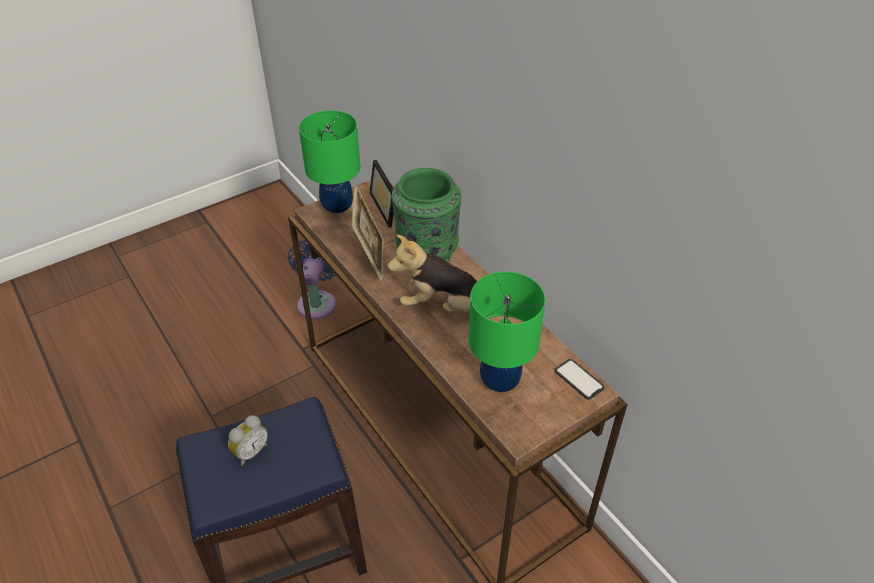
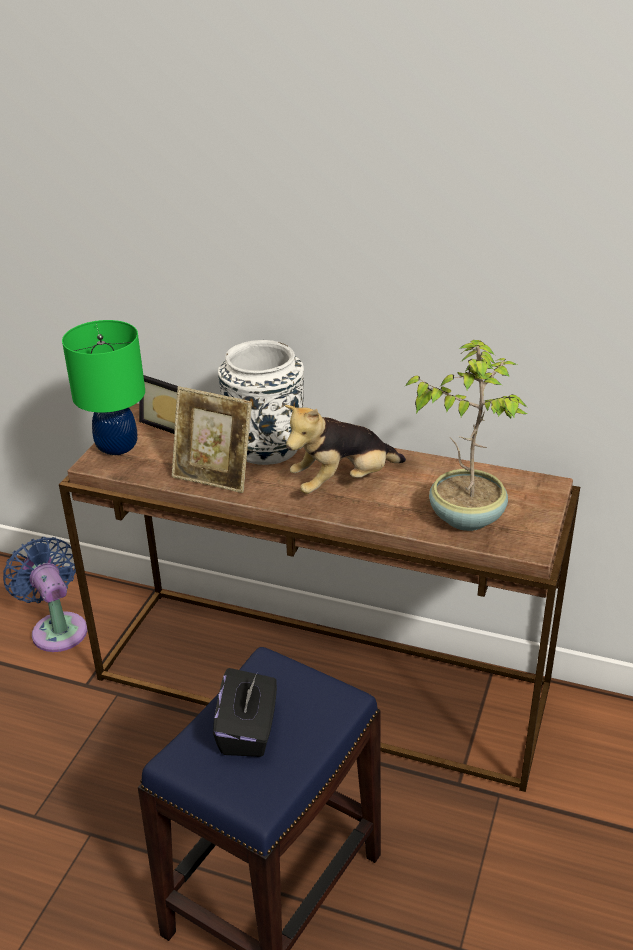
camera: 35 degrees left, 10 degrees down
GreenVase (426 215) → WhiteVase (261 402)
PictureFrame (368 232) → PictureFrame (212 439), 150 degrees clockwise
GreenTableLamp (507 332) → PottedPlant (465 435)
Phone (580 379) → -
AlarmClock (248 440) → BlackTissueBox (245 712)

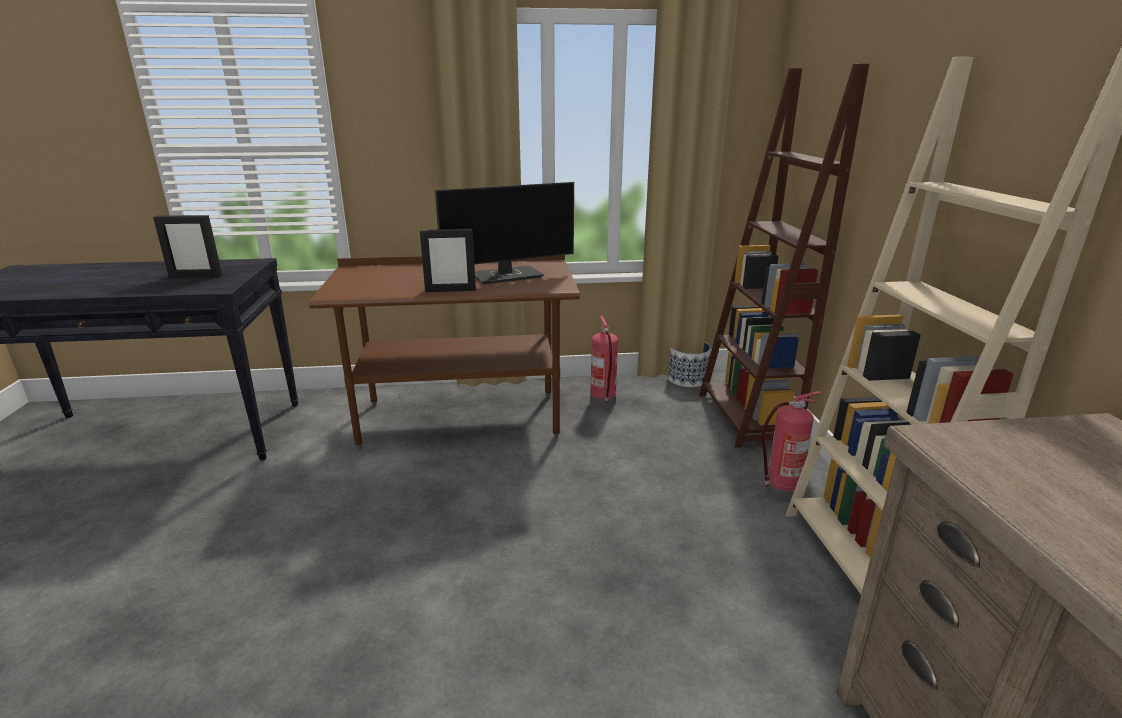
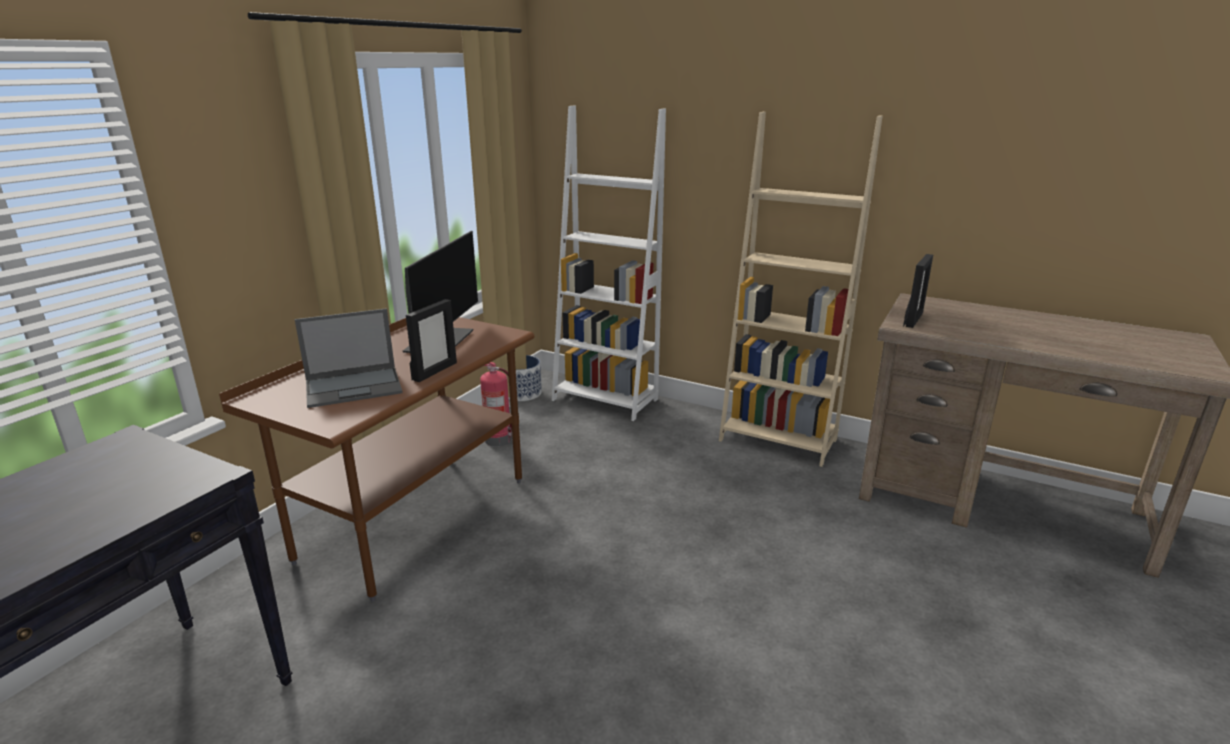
camera: 55 degrees left, 0 degrees up
BrownBookcase (784 256) → WhiteBookcase (609 263)
PictureFrame (187 246) → PictureFrame (918 291), move
FireExtinguisher (792 446) → -
- → Laptop (349 358)

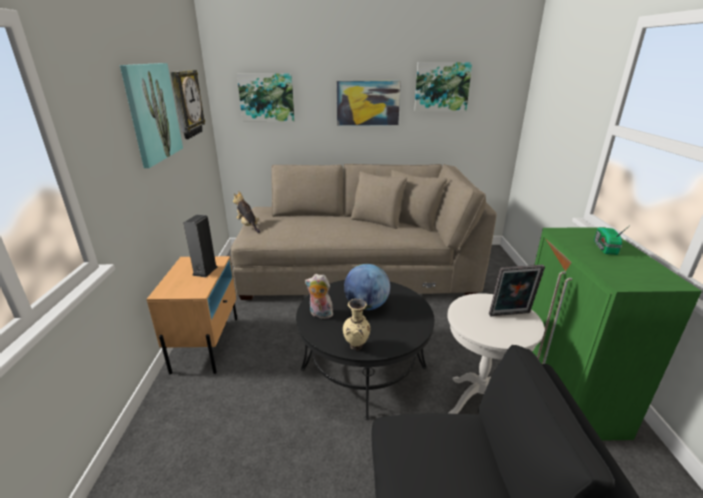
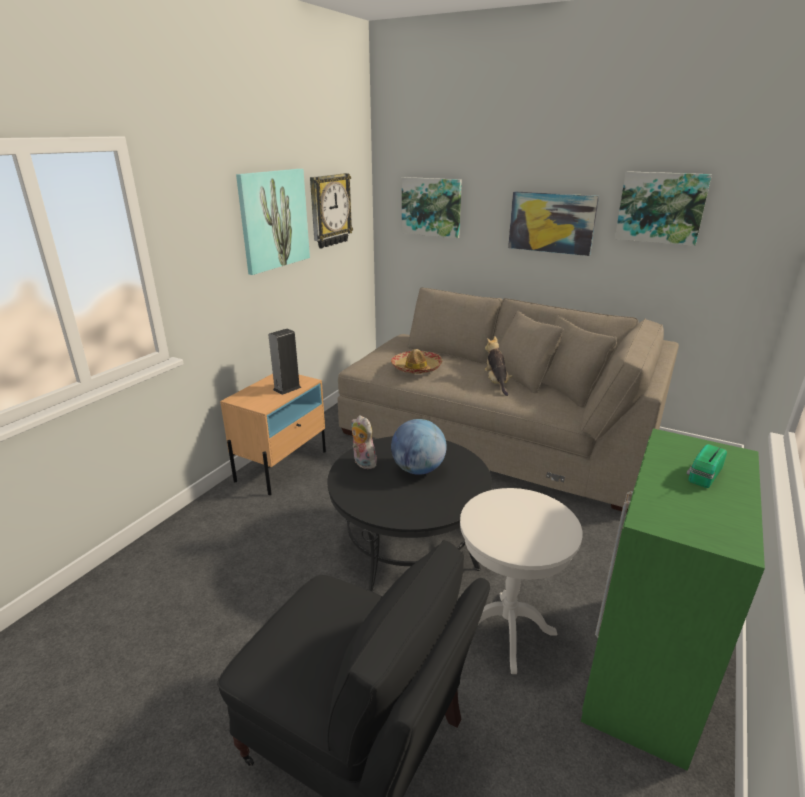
camera: 30 degrees right, 0 degrees up
PlushToy (246 212) → PlushToy (498 366), move
PictureFrame (517 290) → -
BeigeVase (356 324) → -
- → Hat (416 361)

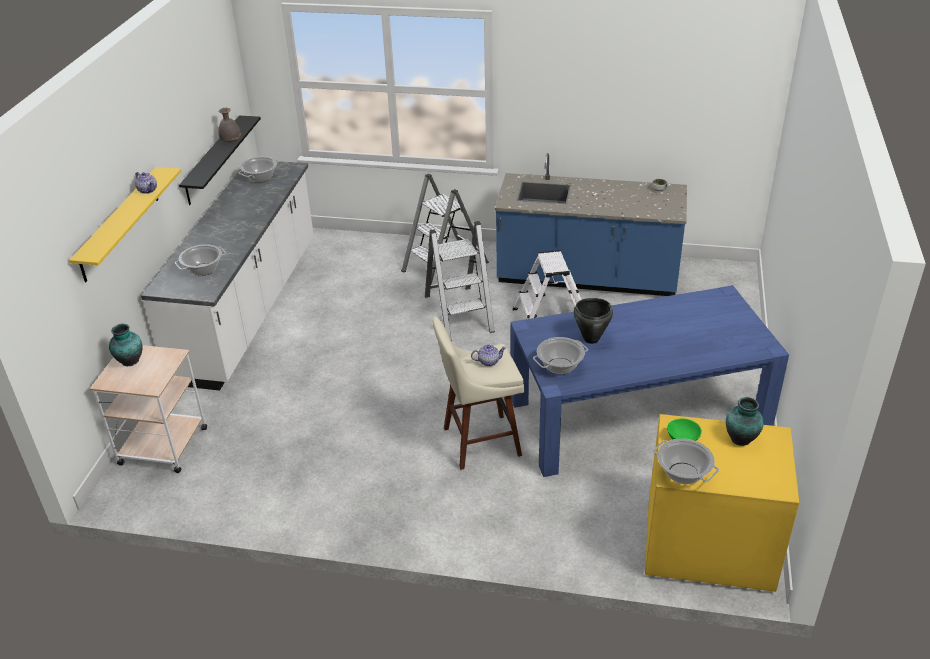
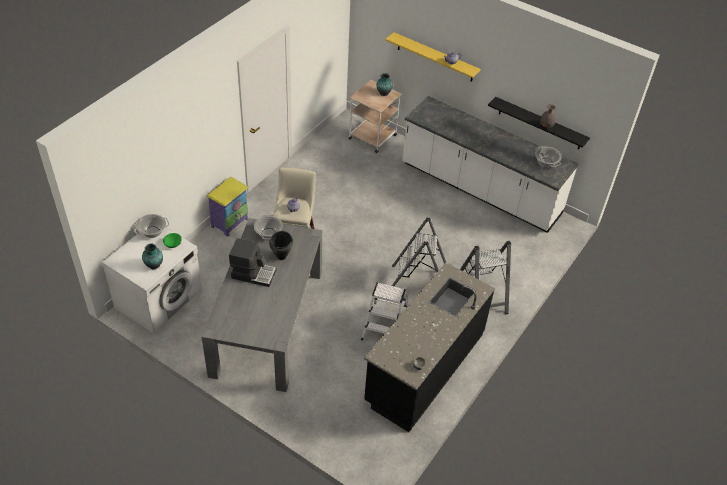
camera: 110 degrees right, 10 degrees up
BlueCounter (590 224) → BlackCounter (429 347)
CookingPot (200 260) → -
BlueDiningTable (649 381) → GreyDiningTable (262 305)
YellowWashingMachine (722 503) → WhiteWashingMachine (152 280)
- → Nightstand (228 206)
- → CoffeeMachine (252 262)

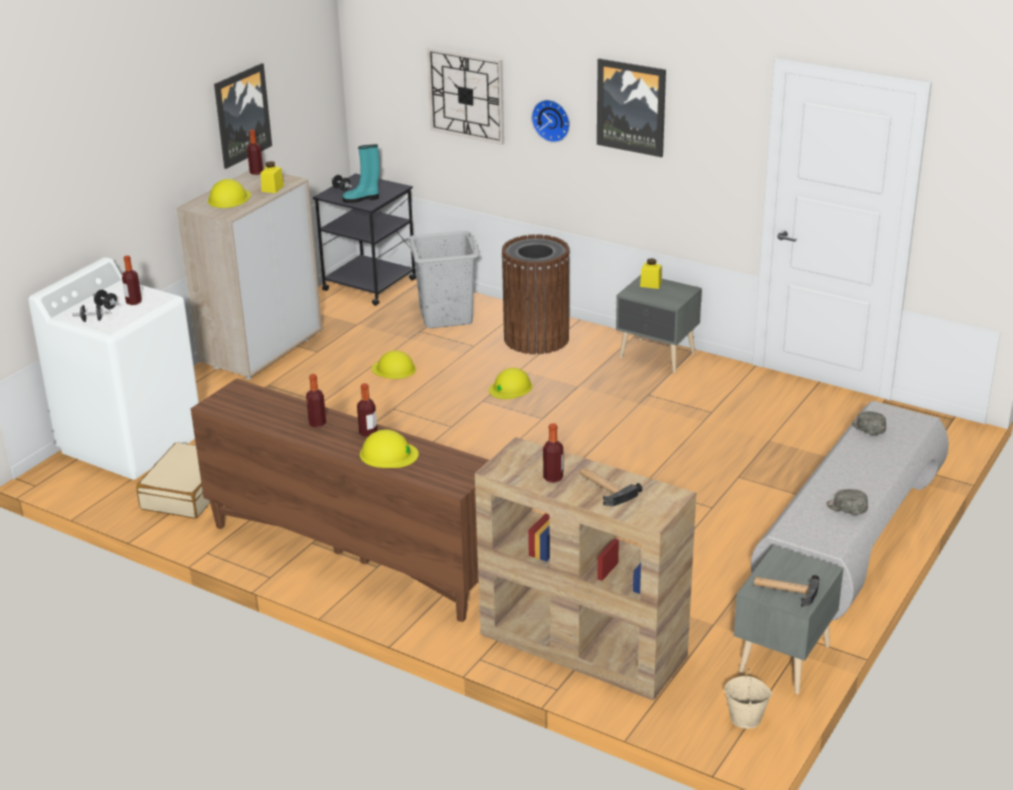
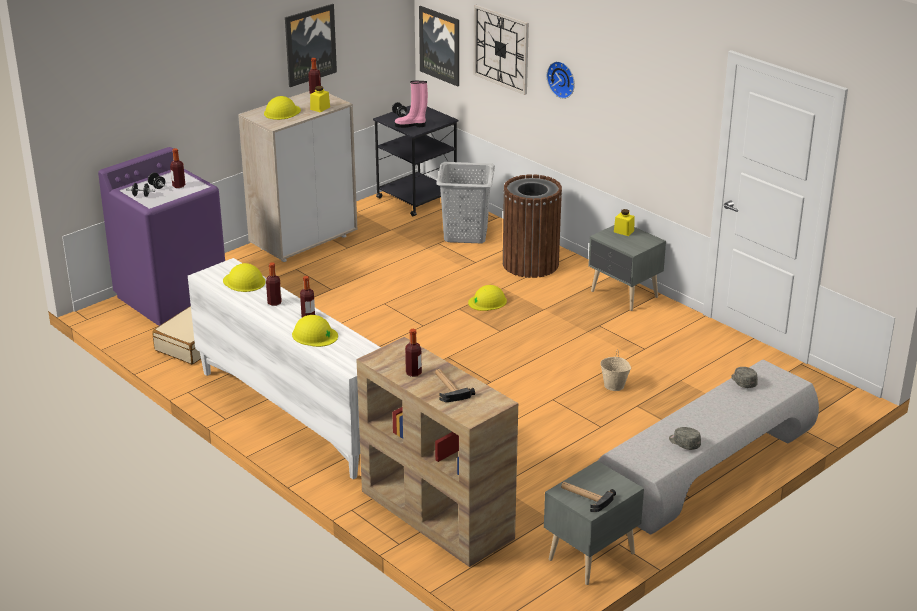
camera: 15 degrees right, 0 degrees up
Picture (631 107) → Picture (439 46), move
TurquoiseBoot (361 173) → PinkBoot (411 104)
WhiteWashingMachine (113 368) → PurpleWashingMachine (161 236)
YellowHardHat (394 364) → YellowHardHat (244 277), move
BrownDresser (340 500) → WhiteDresser (284 368)
BeigeBucket (748 699) → BeigeBucket (615 370), move

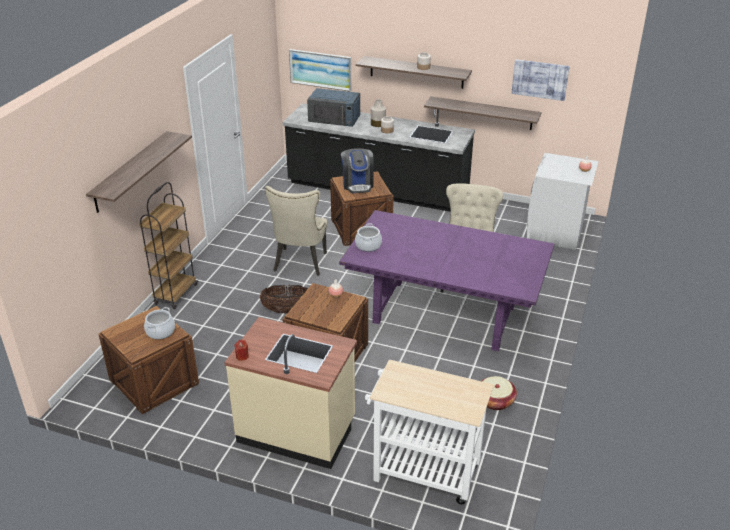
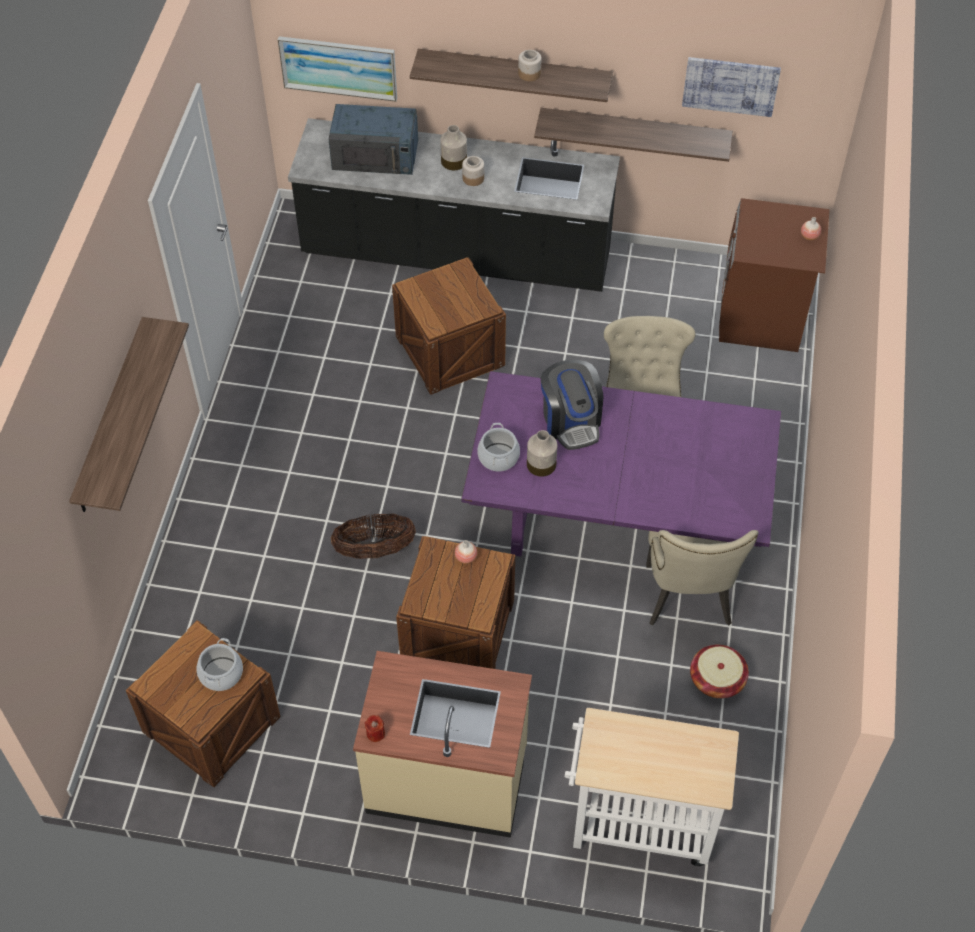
camera: 10 degrees left, 20 degrees up
CoffeeMachine (357 170) → CoffeeMachine (572 405), move
WhiteWashingMachine (563 201) → BrownWashingMachine (774 275)
BrownCart (168 245) → -
BeigeChair (296 231) → BeigeChair (702 577), move
- → BeigeVase (542 453)

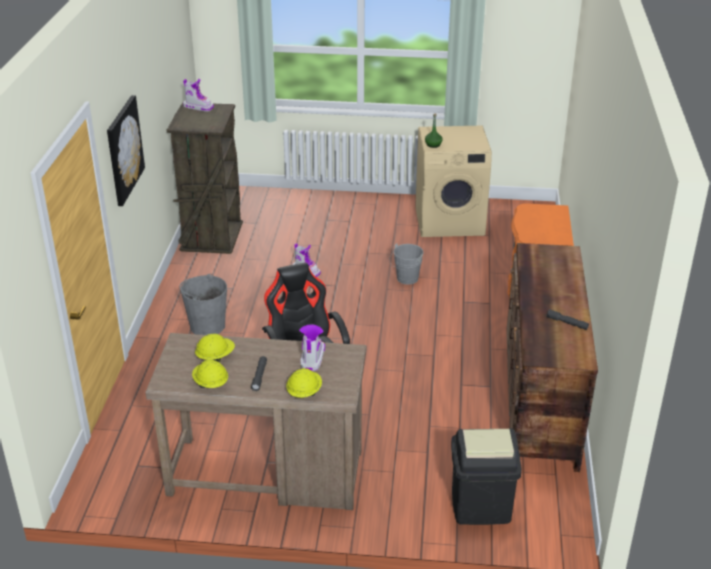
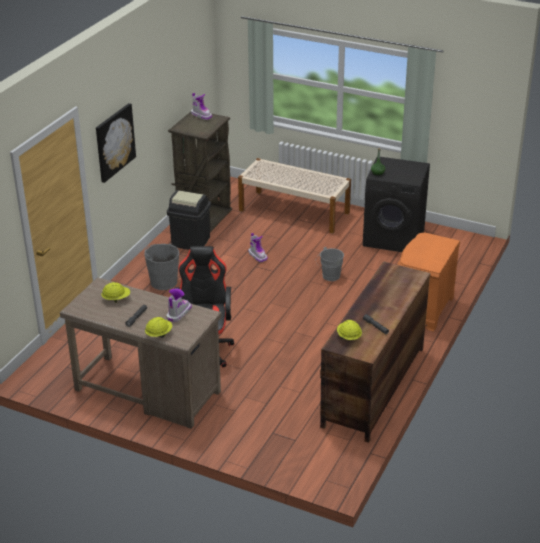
camera: 20 degrees right, 0 degrees up
BeigeWashingMachine (453 181) → BlackWashingMachine (396 204)
YellowHardHat (210 374) → YellowHardHat (349 330), move
BlackTrashCan (486 476) → BlackTrashCan (189 220), move
- → BeigeBench (294 196)

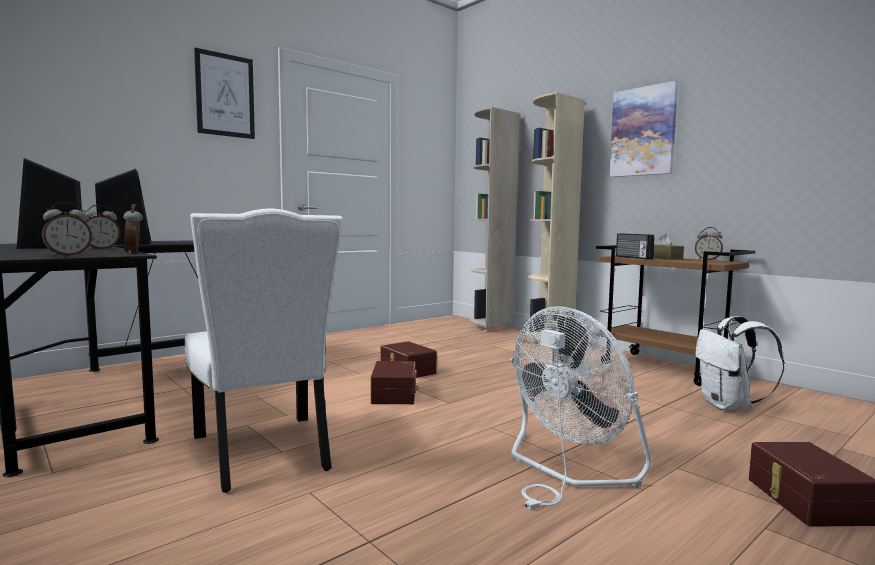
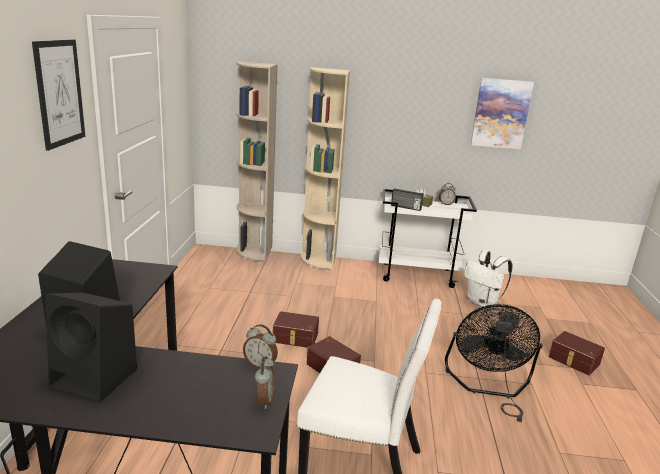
camera: 45 degrees left, 15 degrees up
Picture (643 129) → Picture (502 113), move
AlarmClock (102 227) → -
BrownCart (675 315) → WhiteCart (428 238)
WhiteFan (580 408) → BlackFan (494 363)

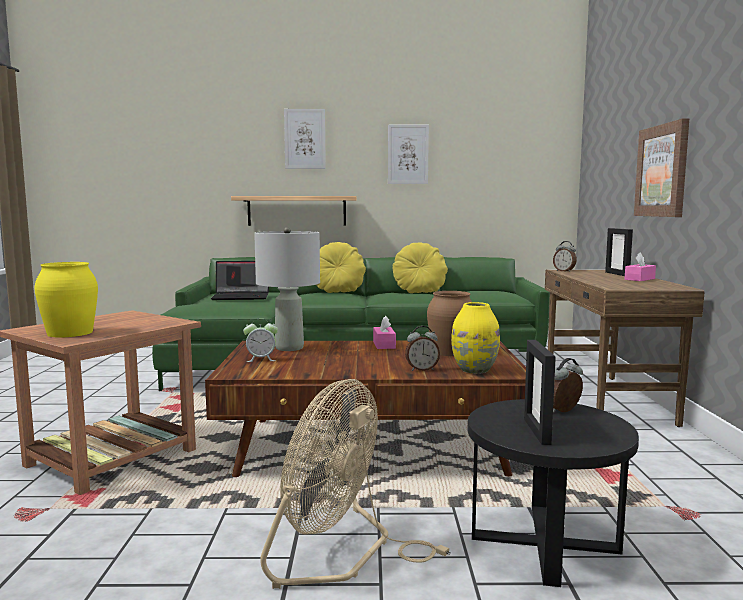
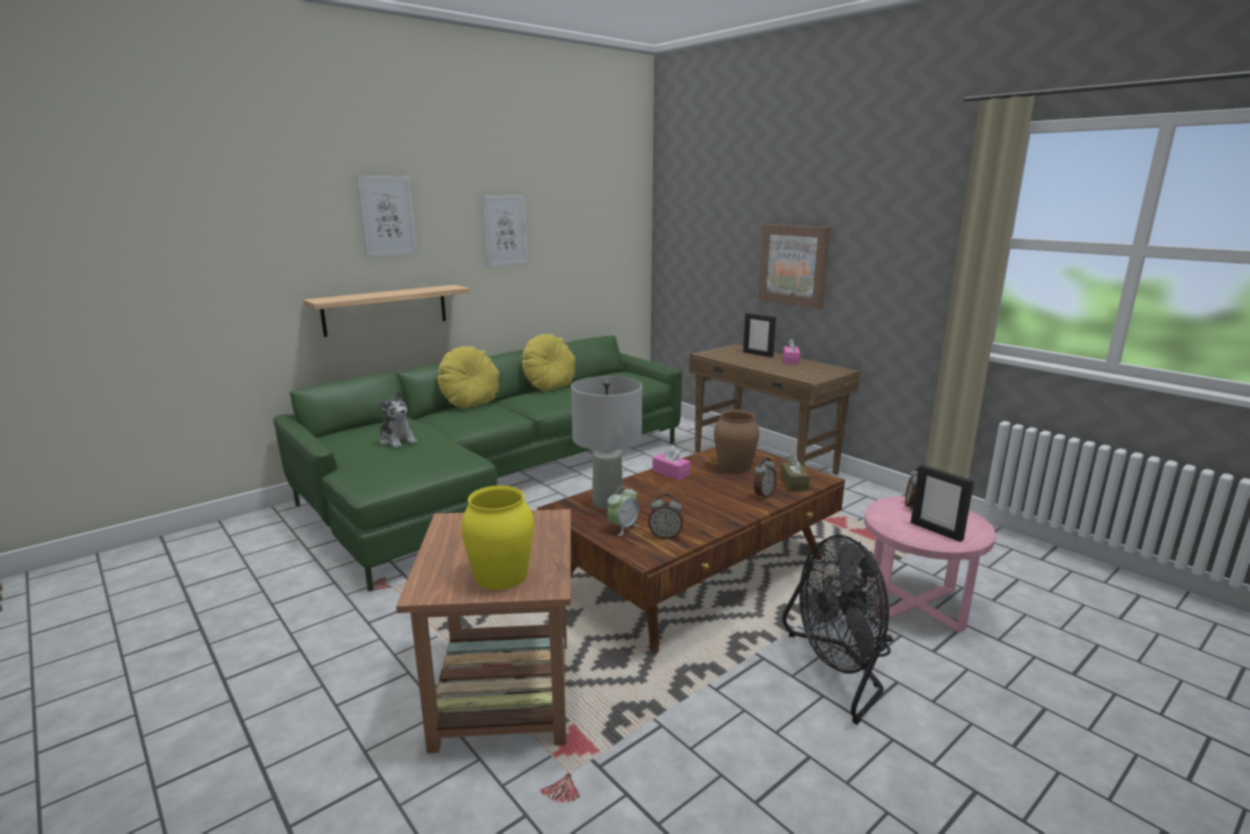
camera: 40 degrees left, 10 degrees up
AlarmClock (565 256) → AlarmClock (665 516), move
Laptop (240 280) → PlushToy (398 419)
YellowVase (475 338) → BrownTissueBox (795 473)
BeigeFan (355 484) → BlackFan (838 630)
BlackSideTable (553 493) → PinkSideTable (930 564)

